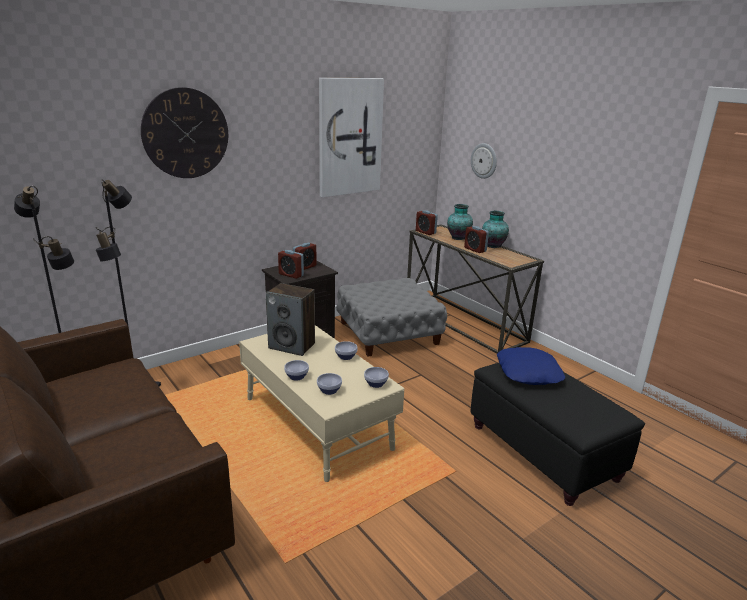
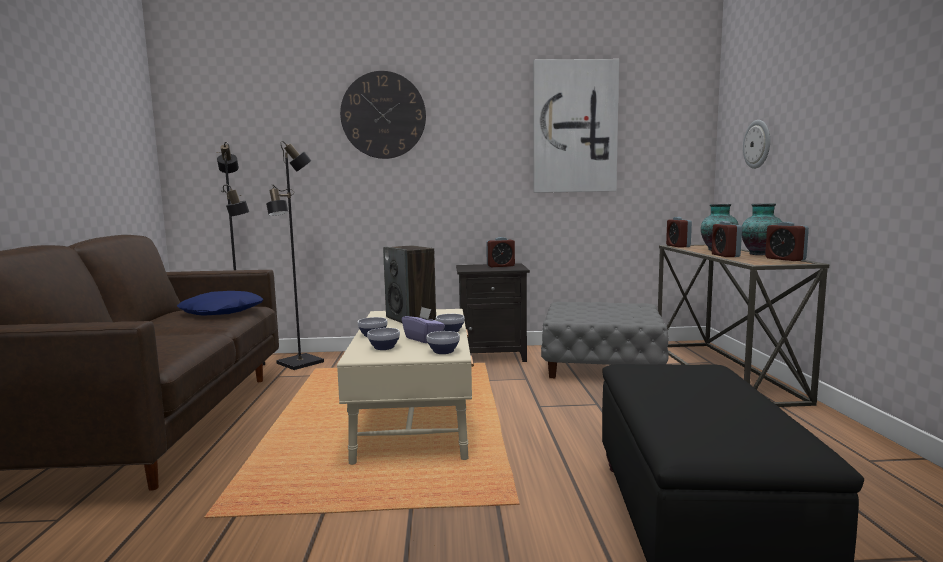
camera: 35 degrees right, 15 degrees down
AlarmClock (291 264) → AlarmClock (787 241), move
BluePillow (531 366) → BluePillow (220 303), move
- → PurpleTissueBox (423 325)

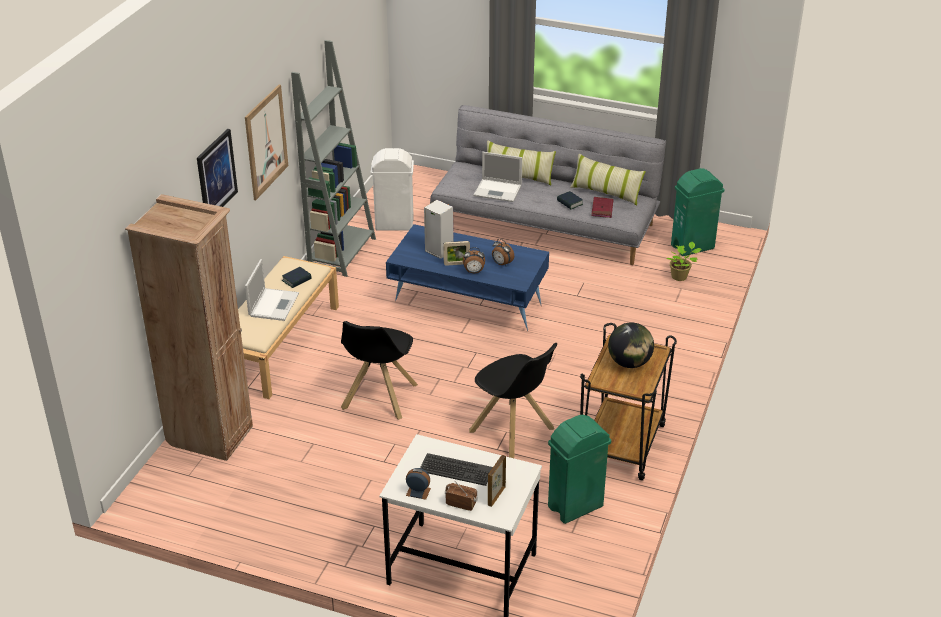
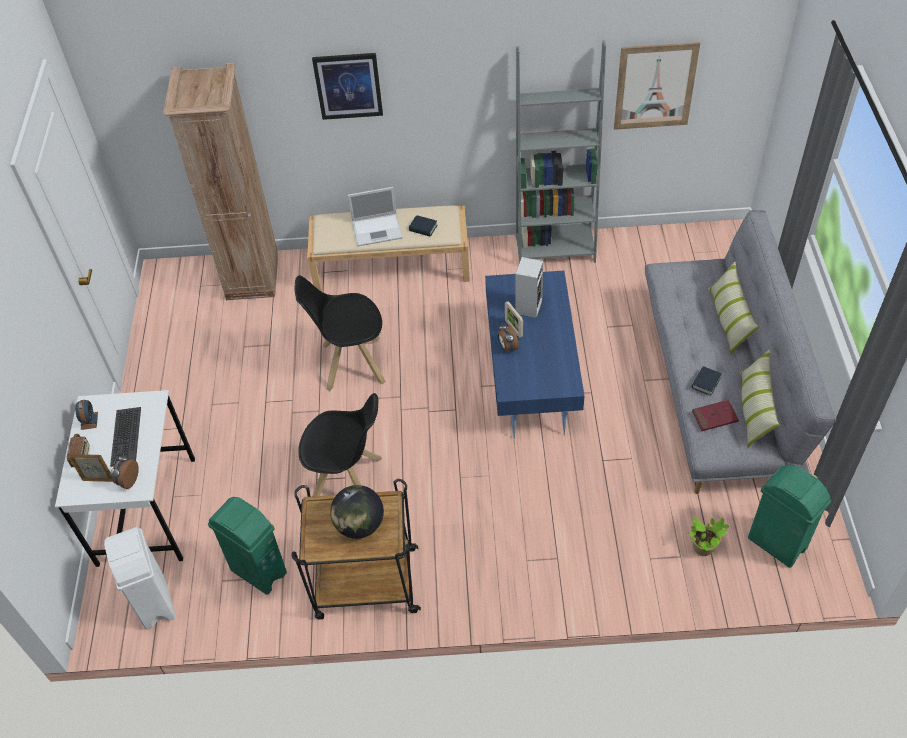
camera: 70 degrees right, 15 degrees up
Picture (266 142) → Picture (657 86), move
WhiteTrashCan (392 189) → WhiteTrashCan (140 578), move
Laptop (498 177) → -
AlarmClock (503 252) → AlarmClock (124 471), move
BlackChair (513 400) → BlackChair (340 445), 105 degrees counterclockwise

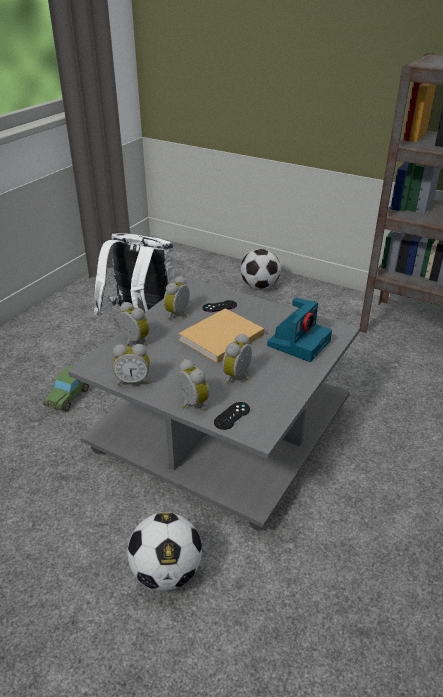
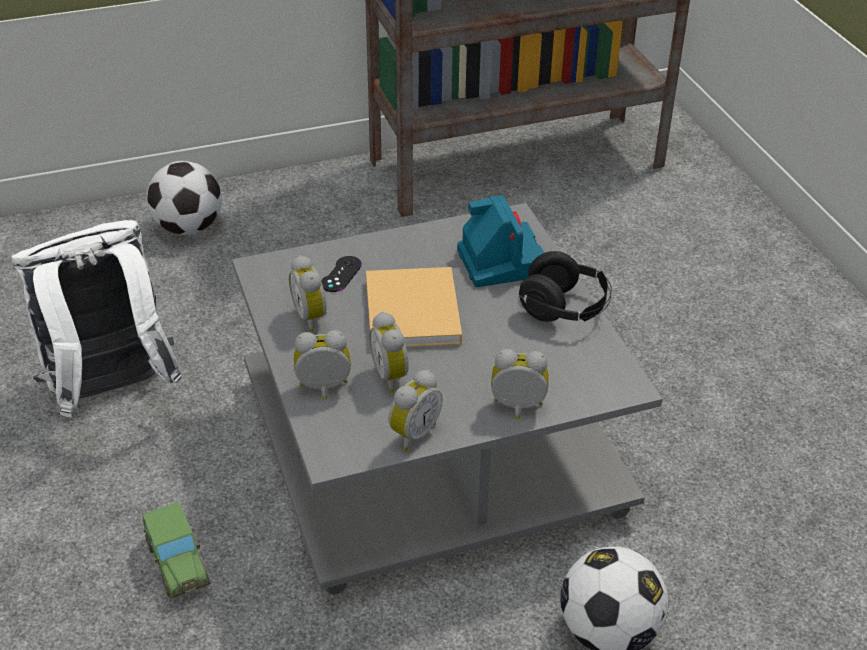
camera: 50 degrees left, 5 degrees up
AlarmClock (237 359) → AlarmClock (389 352), move
BlackGameController (232 416) → -
- → BlackHeadphones (565 286)

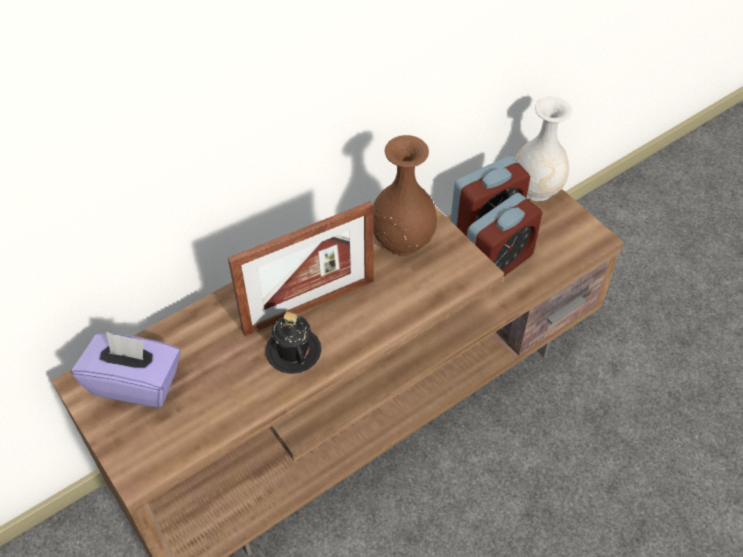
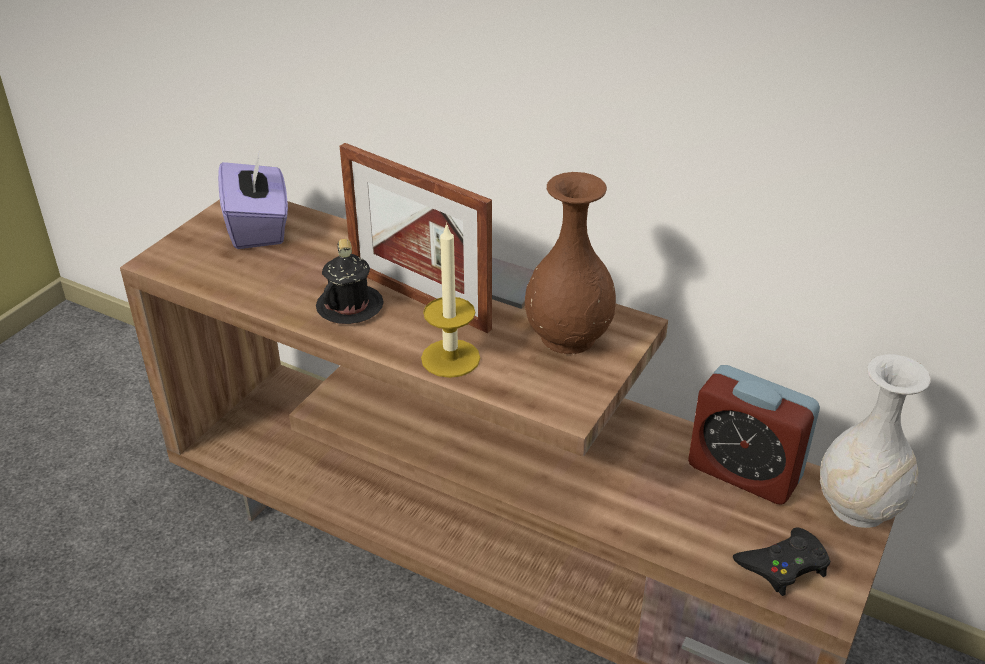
camera: 65 degrees right, 15 degrees down
AlarmClock (504 234) → -
- → Candle (450 300)
- → BlackGameController (781 561)

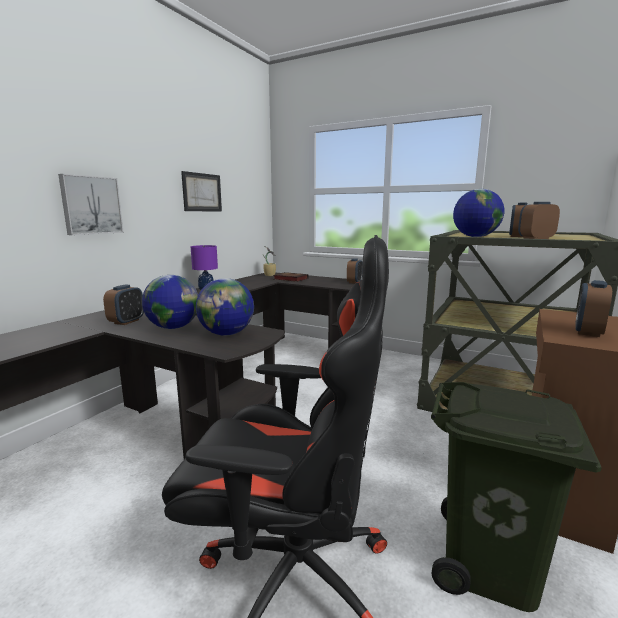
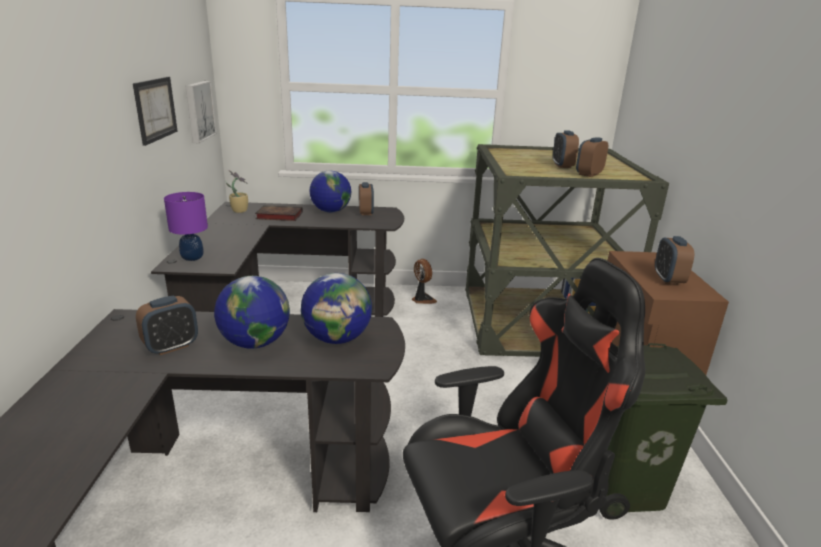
camera: 30 degrees left, 10 degrees up
Picture (91 204) → Picture (201 112), move
Globe (478 213) → Globe (330 191), move
AlarmClock (123 305) → AlarmClock (167 325), 60 degrees clockwise
- → Fan (424 281)

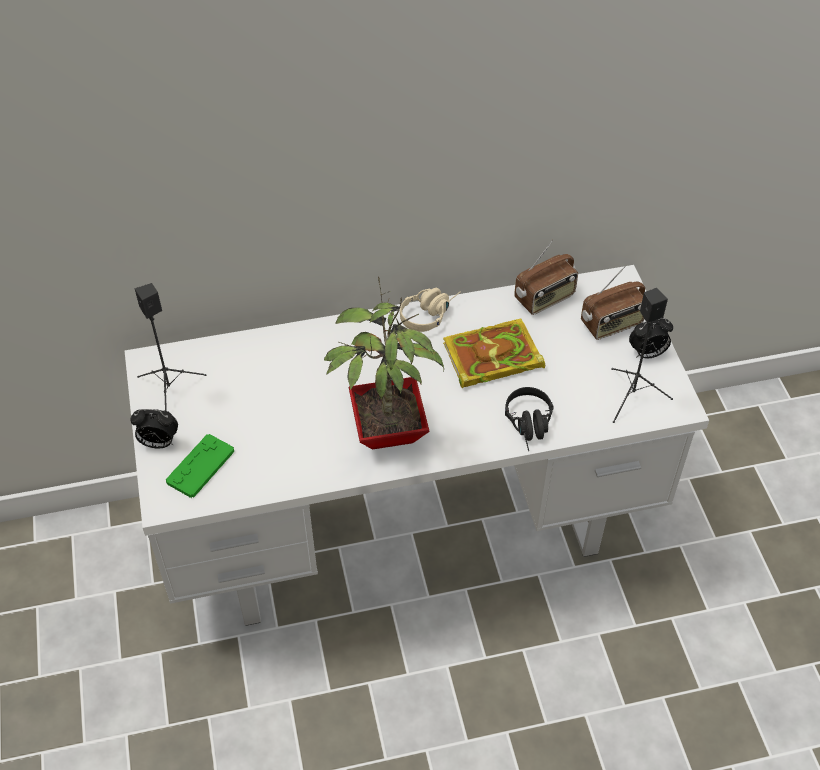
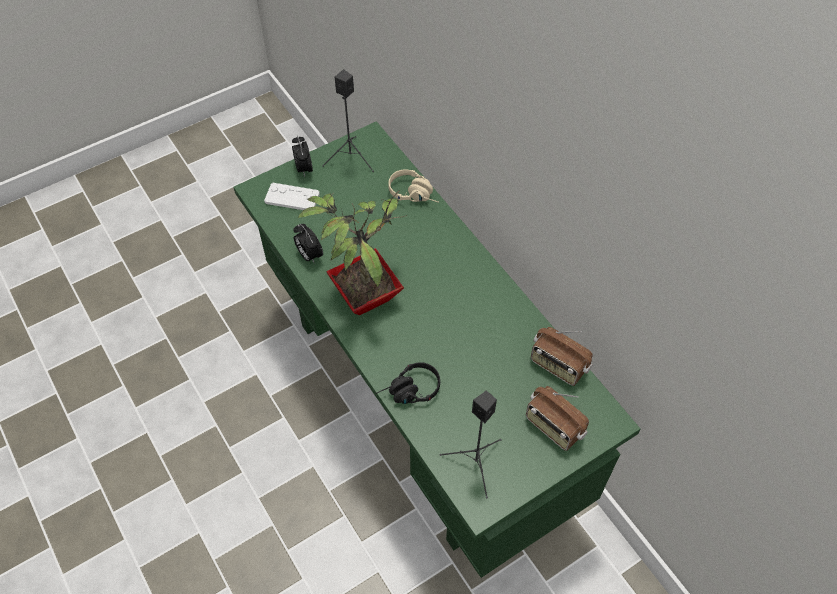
camera: 70 degrees right, 5 degrees up
WhiteDesk (417 445) → GreenDesk (437 349)
BeigeHeadphones (430 310) → BeigeHeadphones (413 186), move
Book (494 353) → -
AlarmClock (651 338) → AlarmClock (308 244), move
GreenGameController (200 466) → WhiteGameController (292 196)

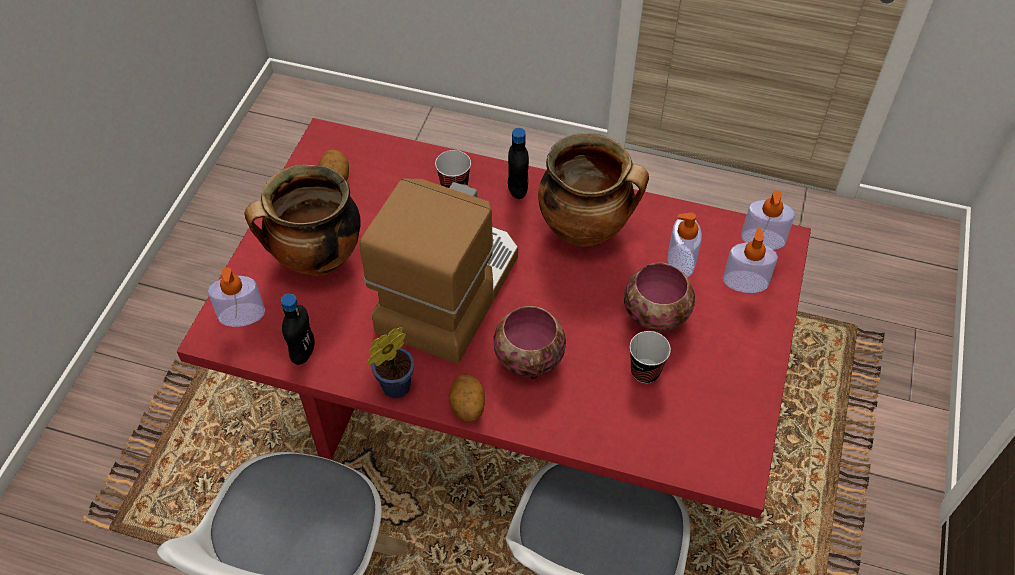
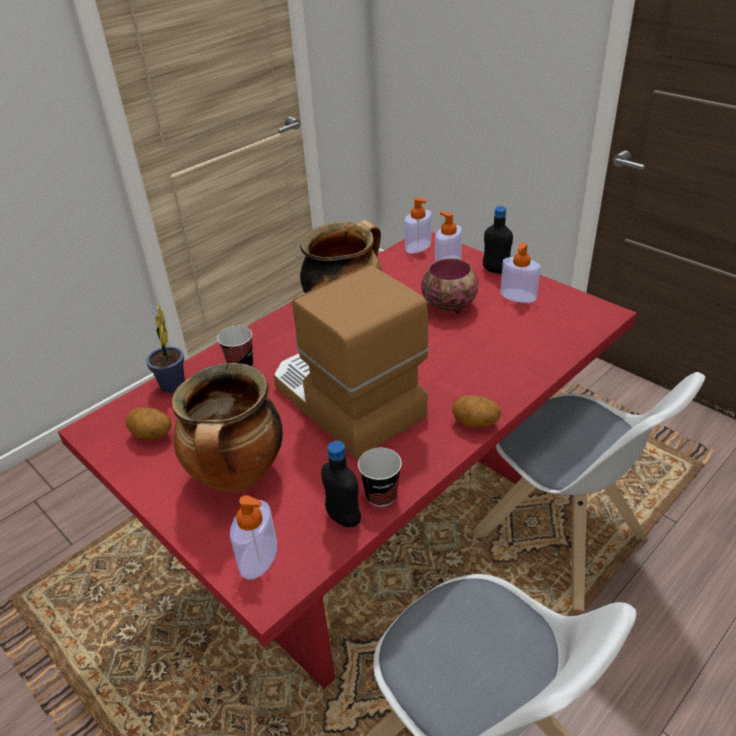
camera: 60 degrees left, 15 degrees down
BlackBottle (518 163) → BlackBottle (498 239), move
SoapDispenser (684 245) → SoapDispenser (520 273), move
Bowl (530 342) → -
PottedPlant (390 362) → PottedPlant (165 348), move
Cup (650 357) → Cup (380 477), move

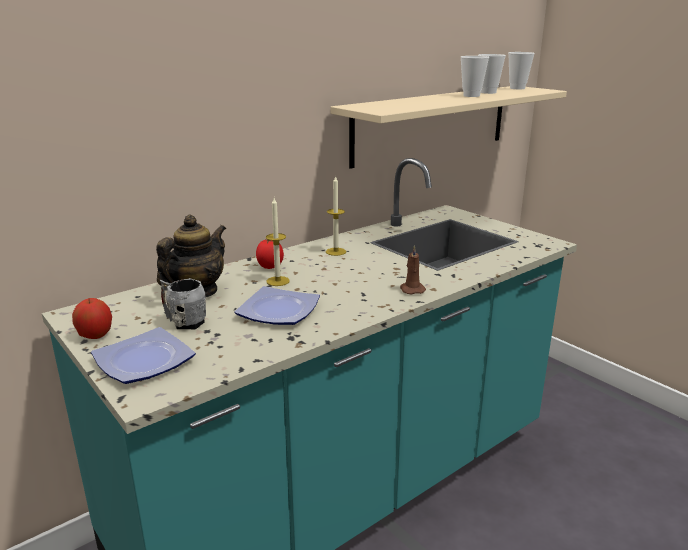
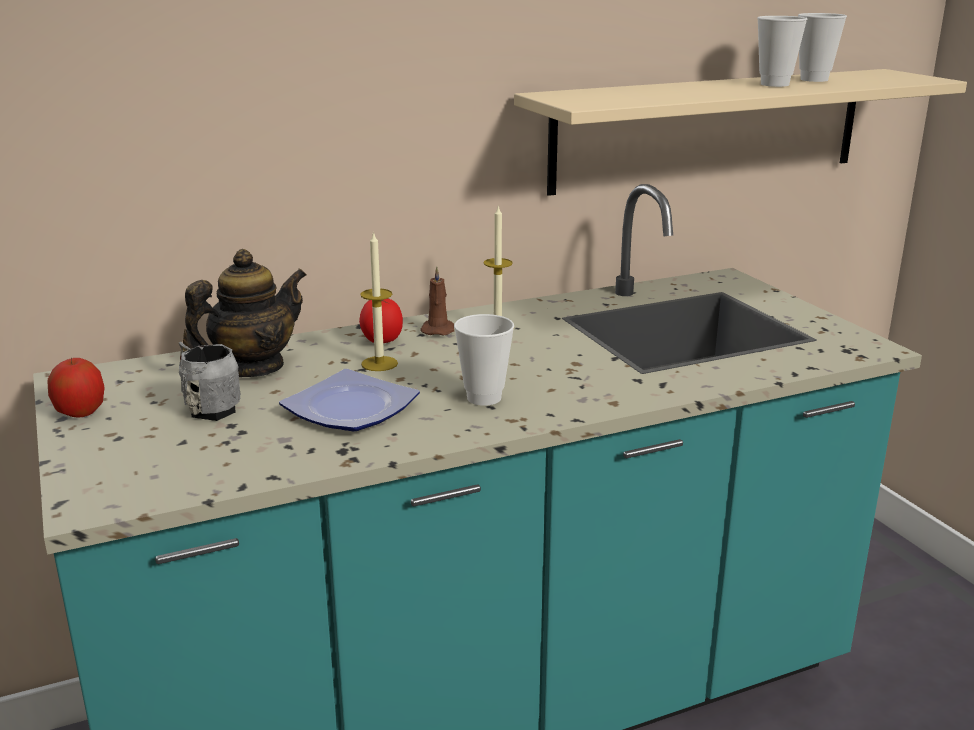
camera: 15 degrees right, 0 degrees up
Cup (521 70) → Cup (484 360), move
BrownCandle (413 270) → BrownCandle (437 301), move
Plate (143 355) → -

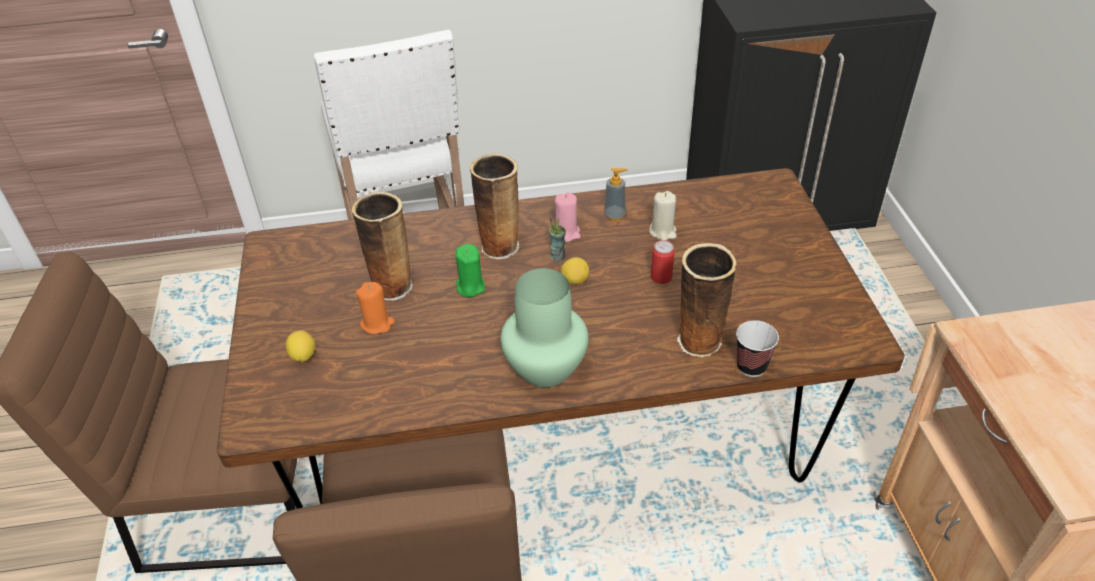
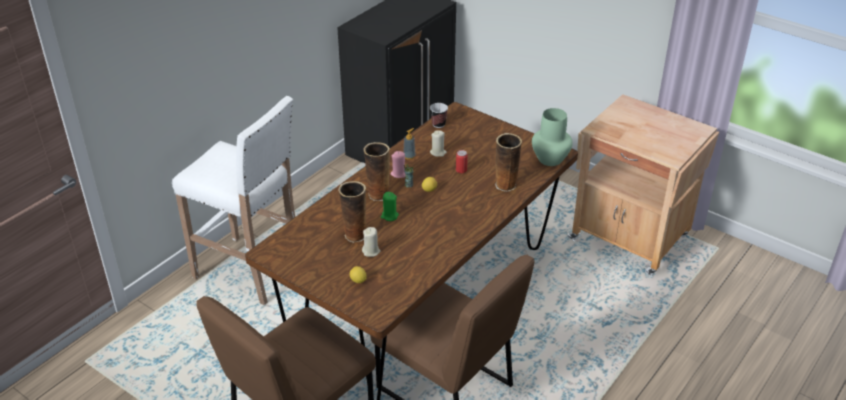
camera: 45 degrees left, 5 degrees down
GreenVase (544 328) → GreenVase (552 137), move
OrangeCandle (375 308) → BeigeCandle (371 242)
Cup (757 348) → Cup (439 115), move

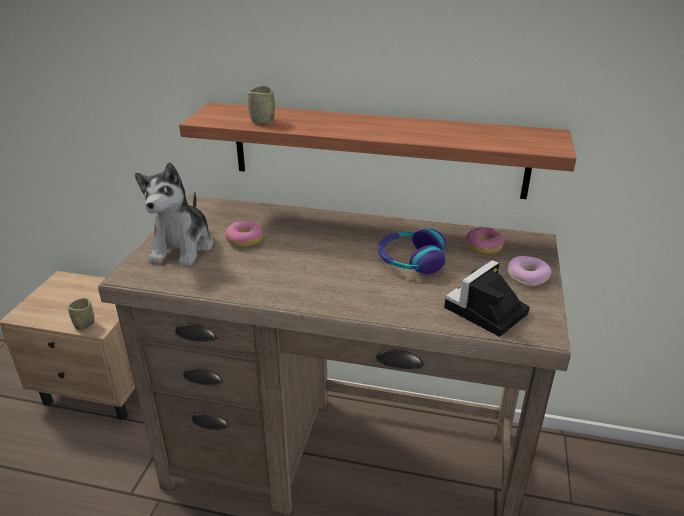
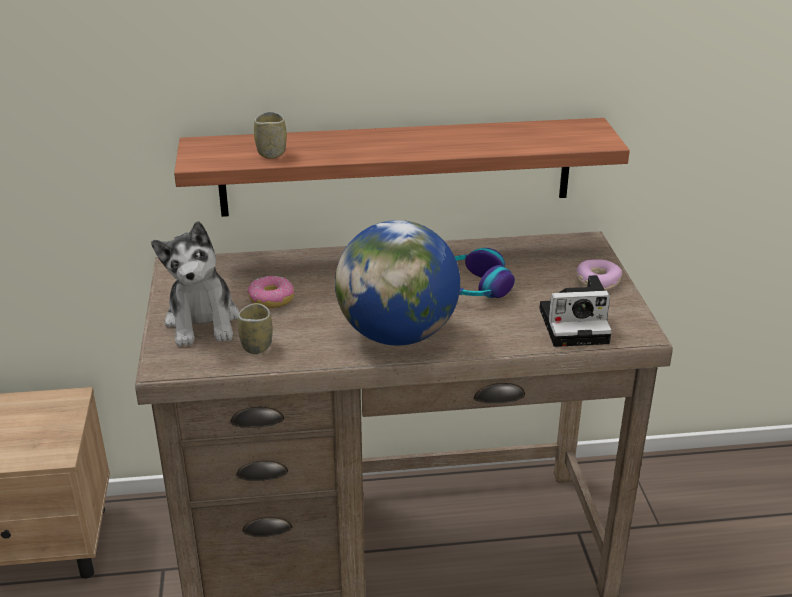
camera: 20 degrees left, 0 degrees up
Donut (485 240) → -
PhotoCamera (487 298) → PhotoCamera (575 311), 120 degrees counterclockwise
Cup (81 314) → Cup (255 328), move
- → Globe (397 283)

